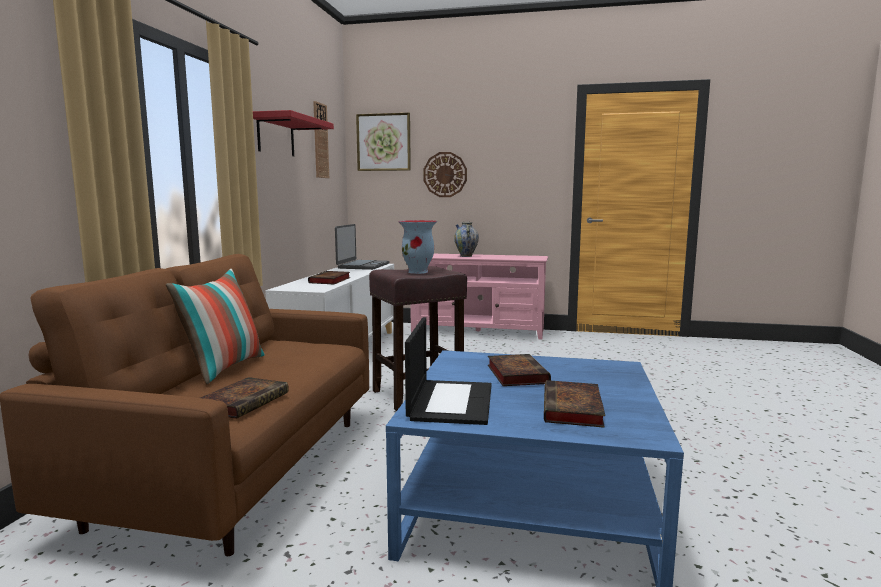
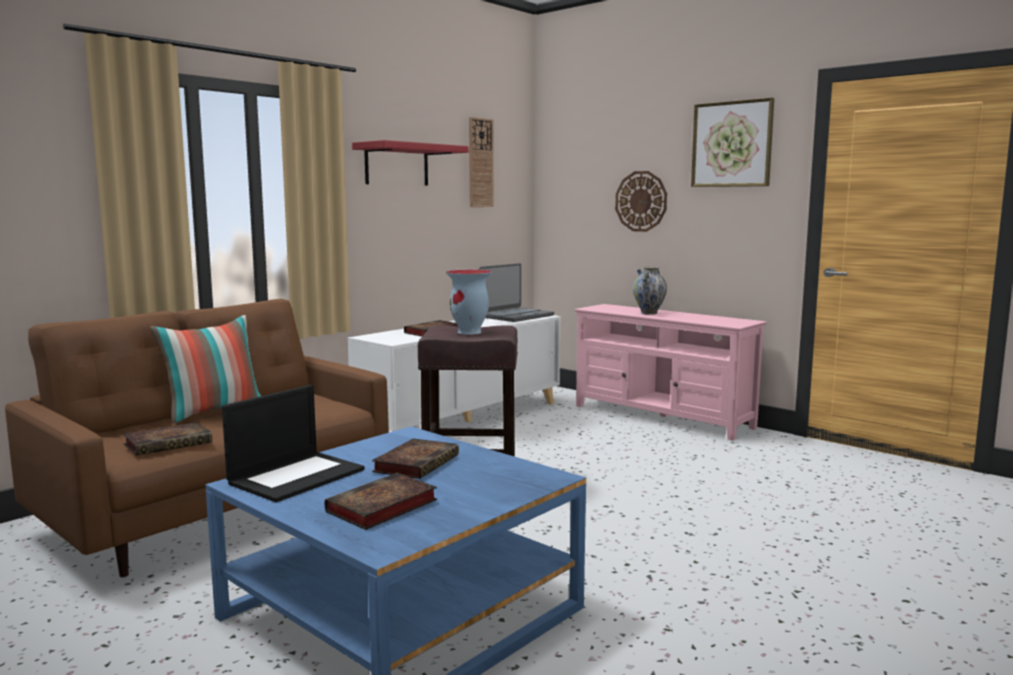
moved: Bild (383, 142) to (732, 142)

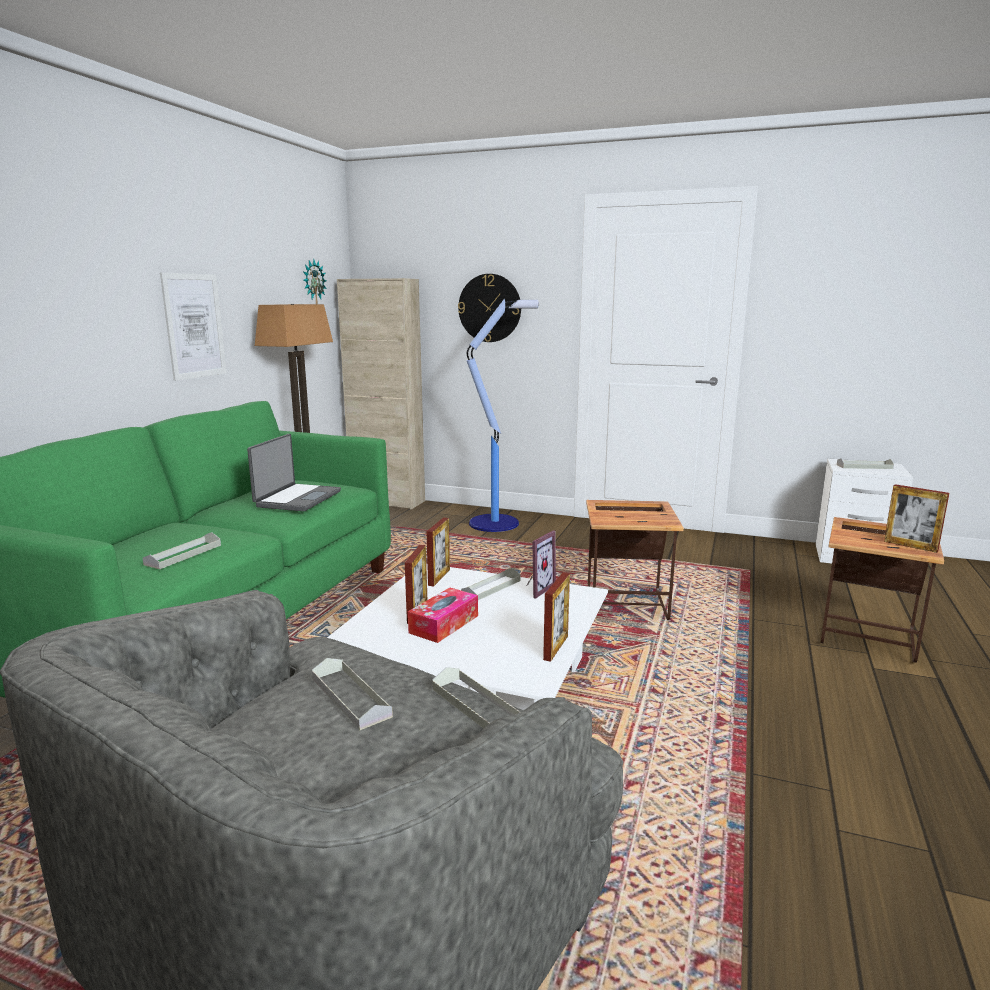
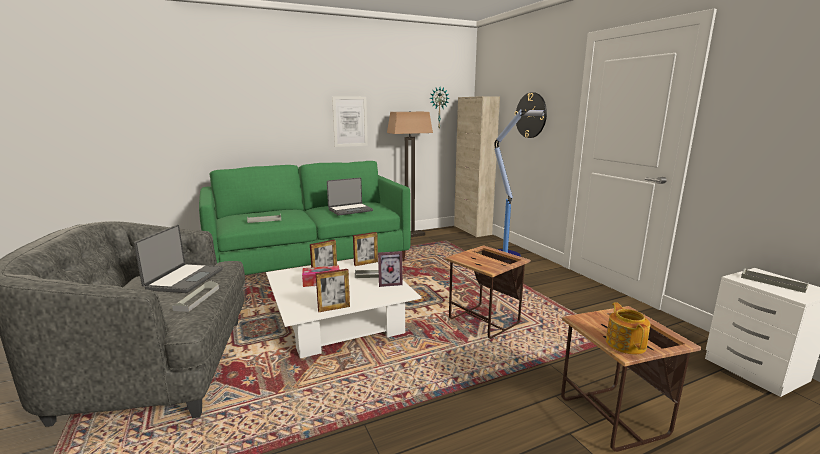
replaced: Tablett [grau] (352, 694) to Laptop (178, 259); Bilderrahmen (916, 518) to Teekanne (628, 328)

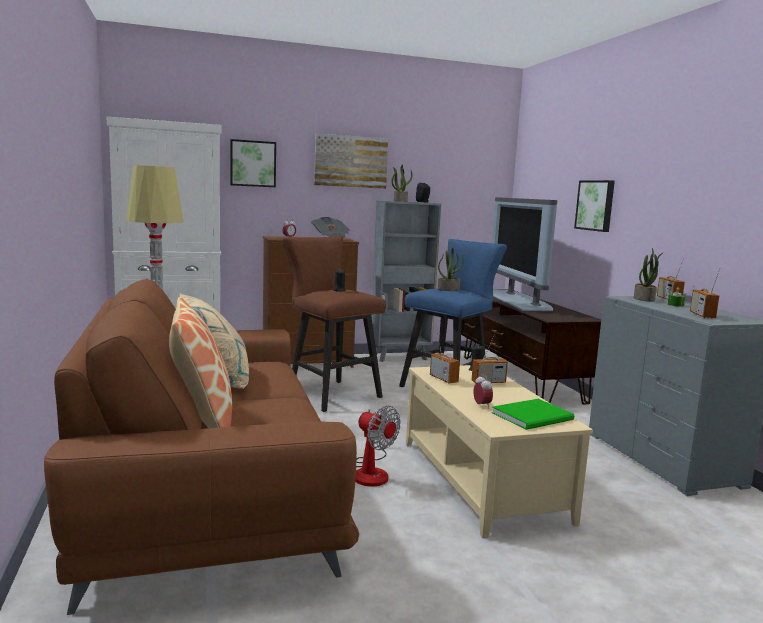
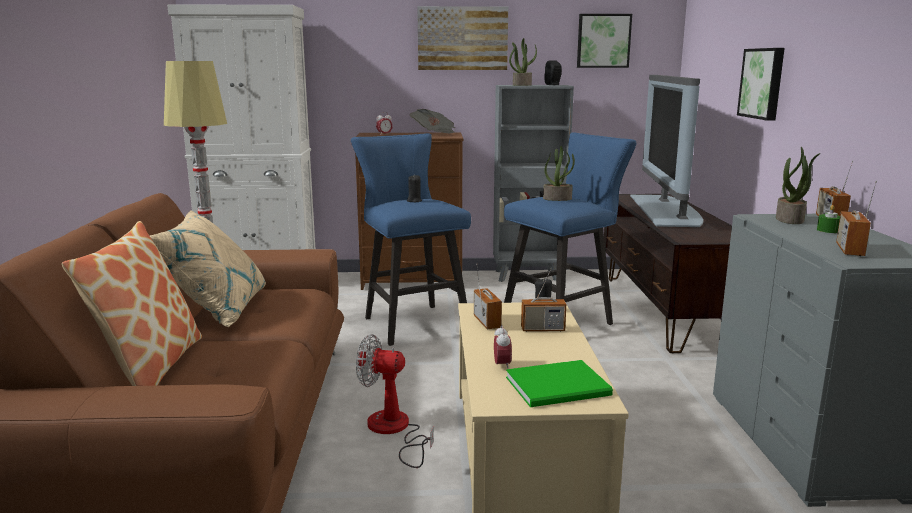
moved: Bild (253, 163) to (604, 41)
recoloured: Hocker [braun] (334, 324) to Hocker [blau] (411, 239)
turned: Ventilator (378, 446) = (395, 401) 135 degrees clockwise

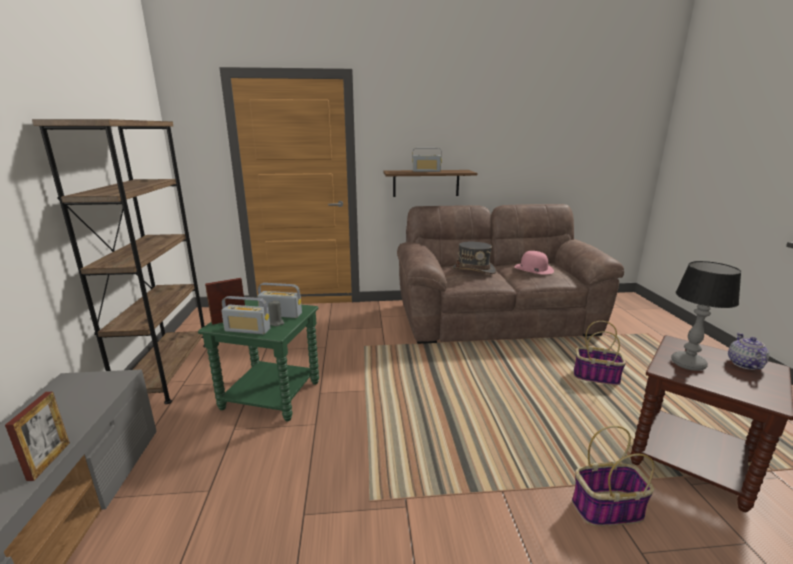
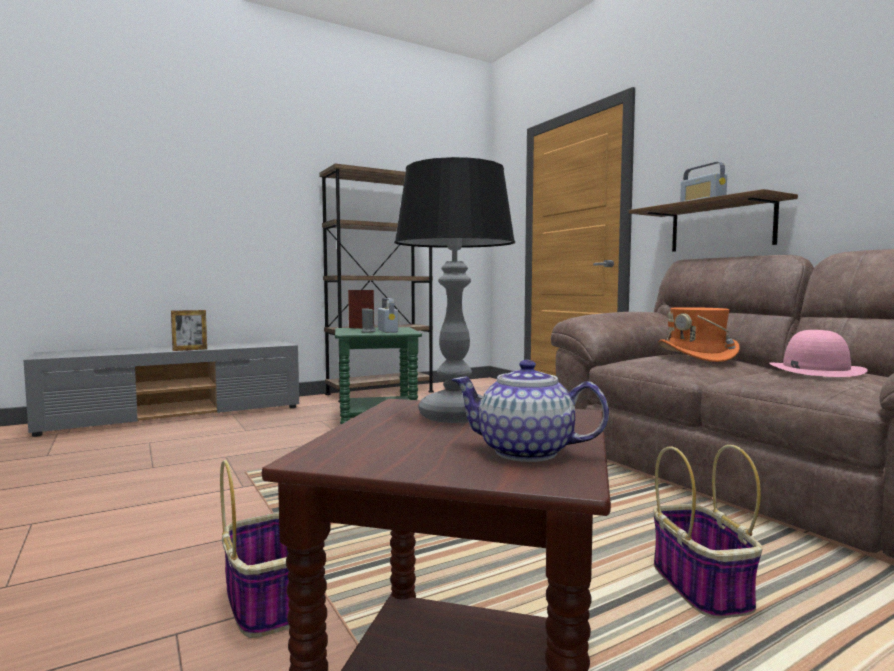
removed: Radio (246, 315)
recoloured: Hut [grau] (474, 258) to Hut [orange] (699, 334)
turned: Teekanne (749, 351) = (530, 411) 150 degrees counterclockwise

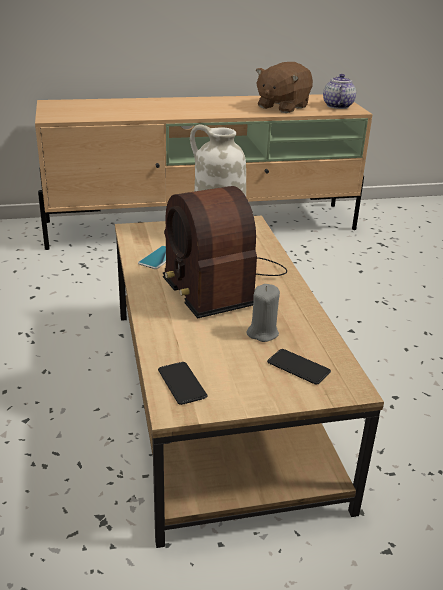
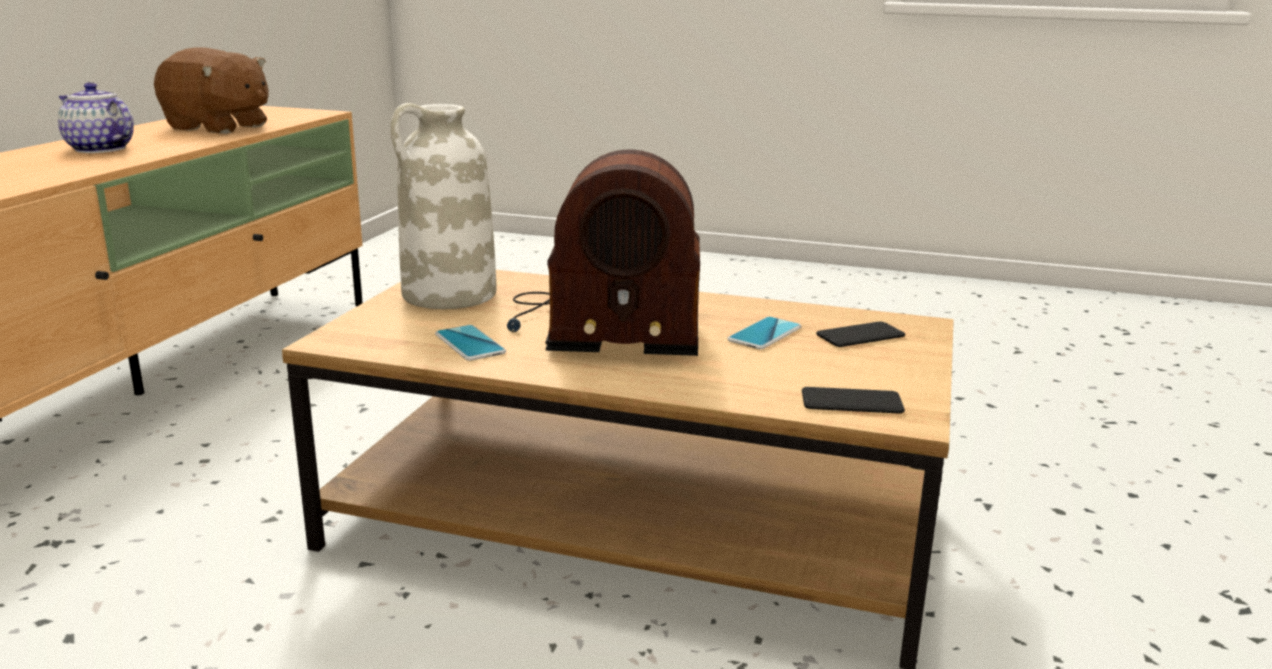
moved: Teekanne (339, 91) to (96, 117)
replaced: Kerze [grau] (263, 313) to Handy (764, 333)
turned: Plüschtier [braun] (284, 87) = (211, 90) 45 degrees counterclockwise

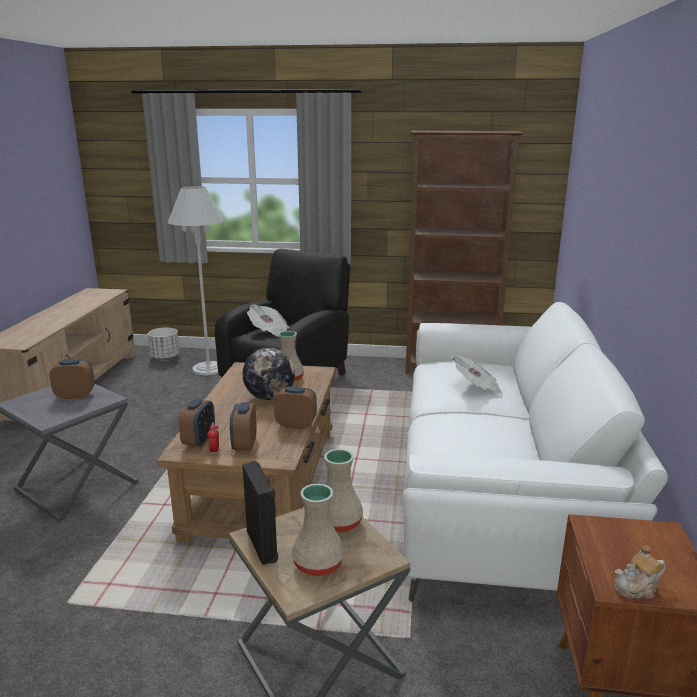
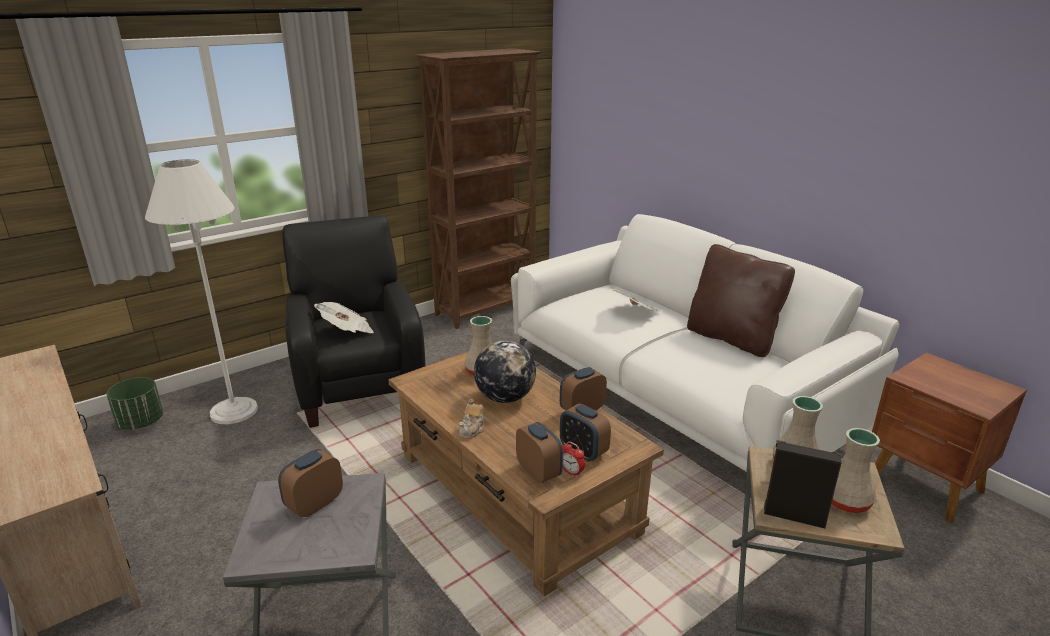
added: Kissen [braun] (741, 300)
moved: Teekanne (640, 572) to (471, 419)
recoloured: Pflanzkübel [weiß] (164, 344) to Pflanzkübel [grün] (134, 403)

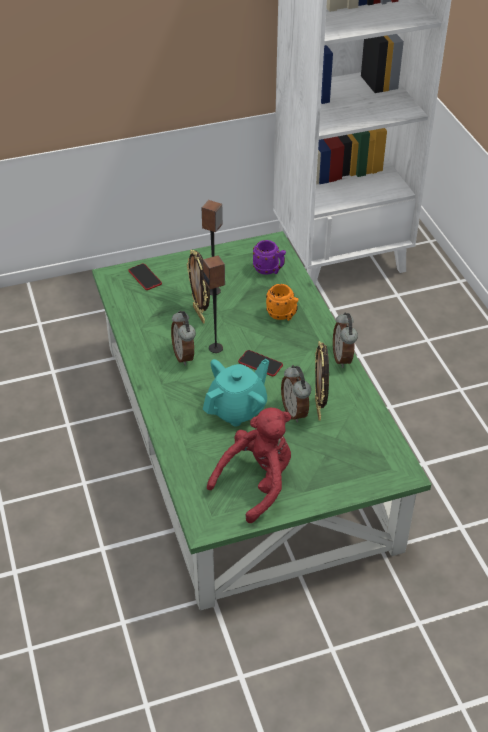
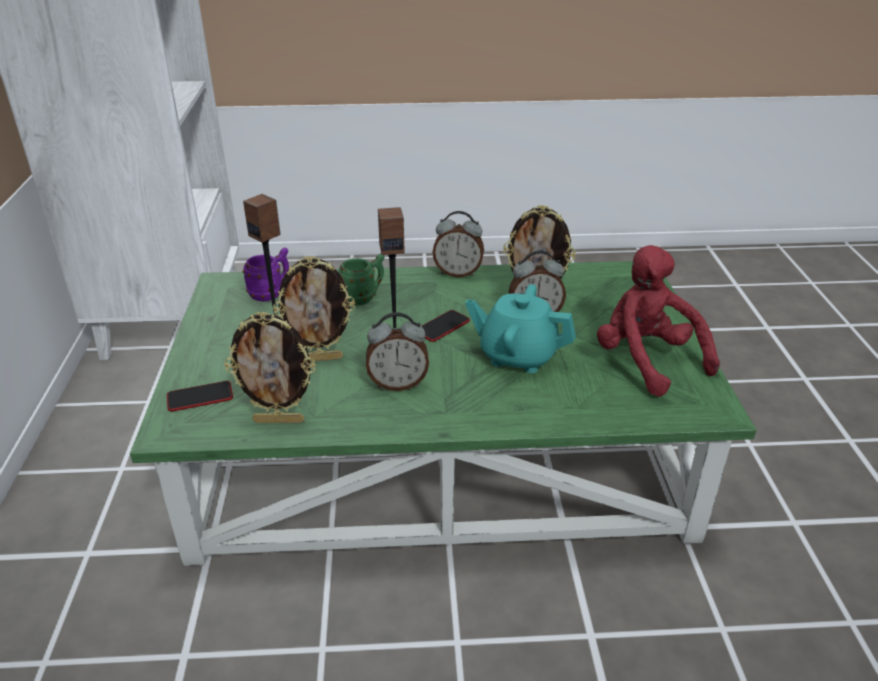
added: Bilderrahmen (270, 367)
recoloured: Henkelbecher [orange] (282, 302) to Henkelbecher [grün] (361, 280)
turned: Teekanne [türkis] (236, 393) = (520, 328) 45 degrees counterclockwise

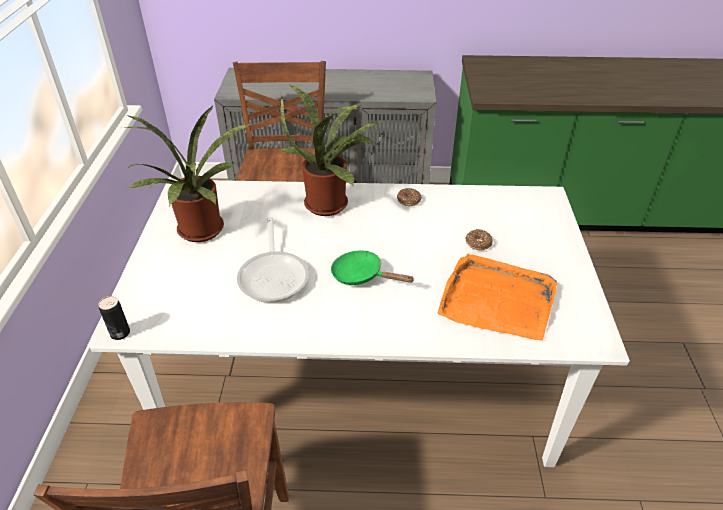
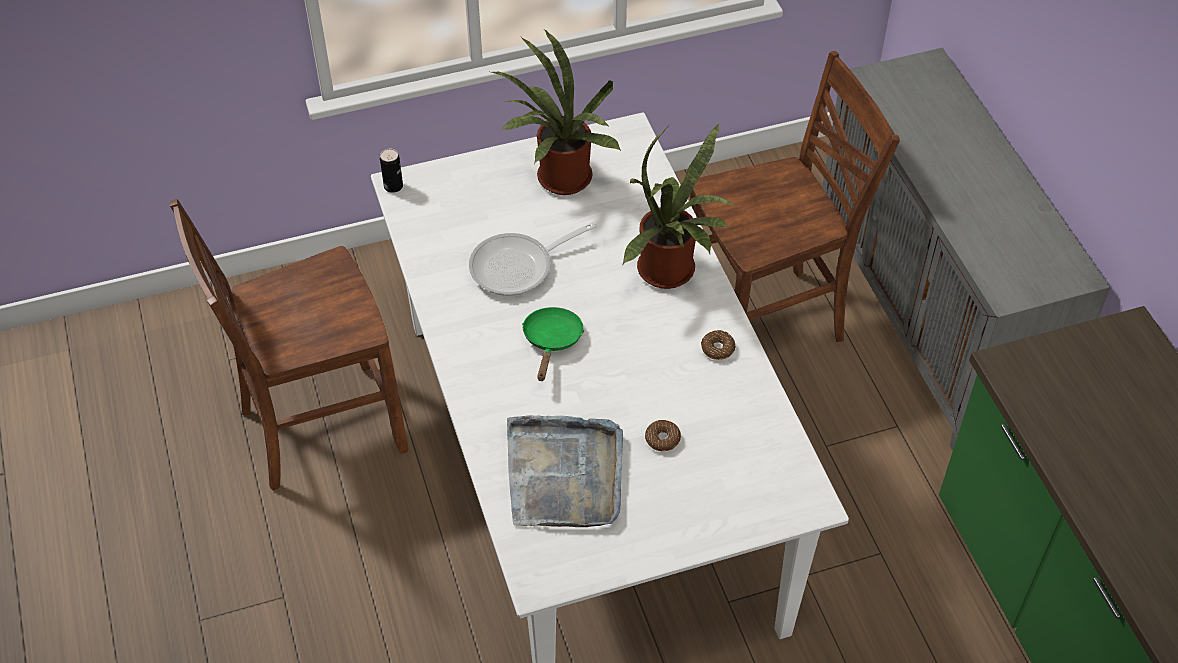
recoloured: Tablett [orange] (497, 297) to Tablett [grau] (565, 471)

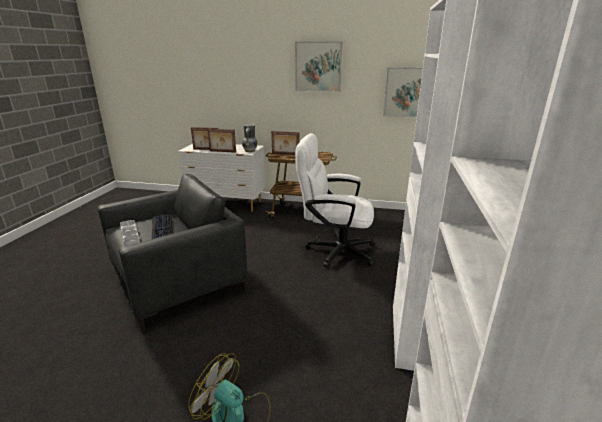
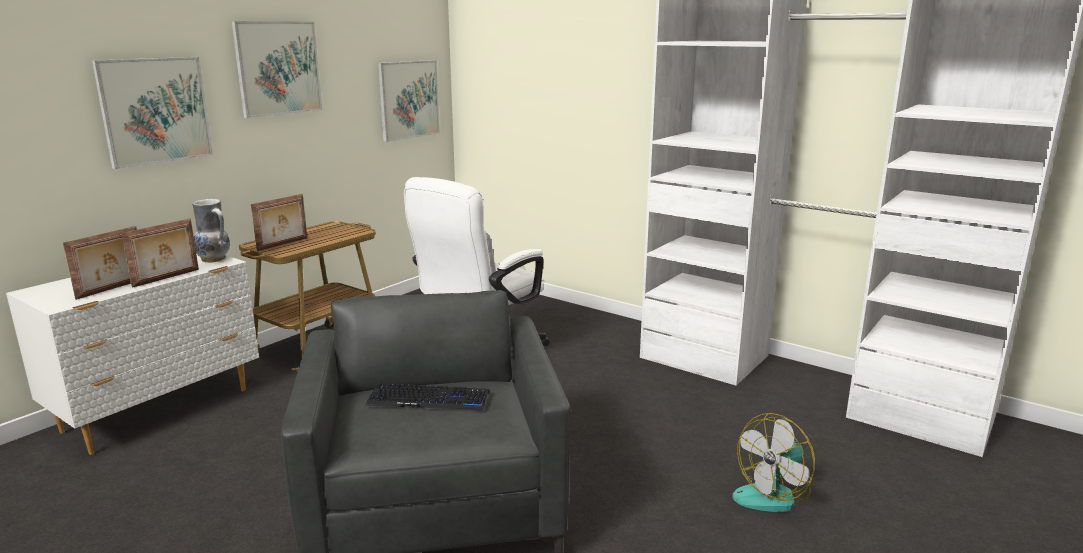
removed: Tablett [grau] (130, 233)
added: Bild (152, 113)

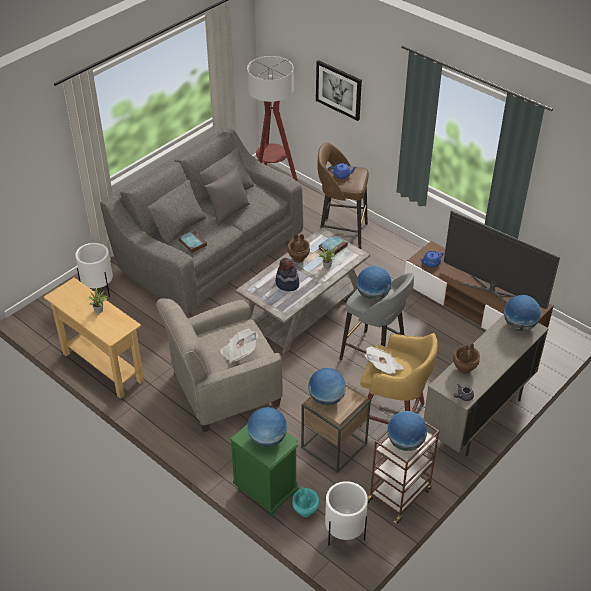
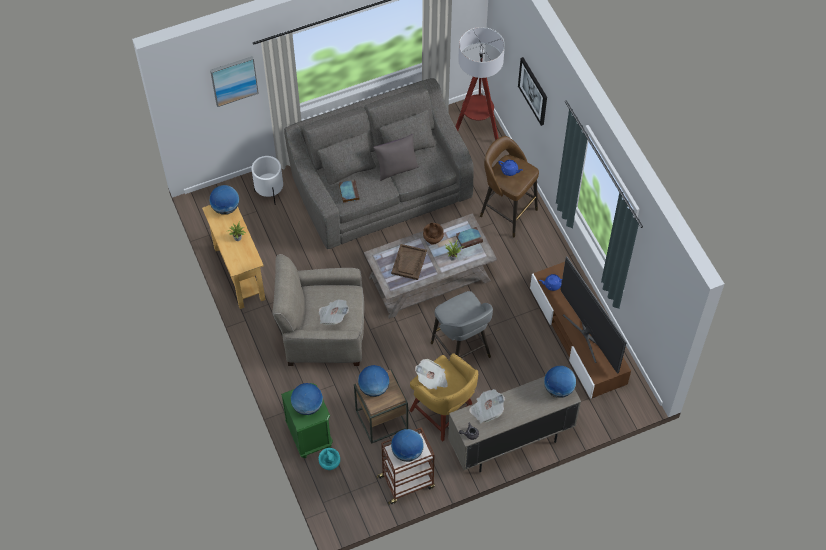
removed: Pflanzkübel [weiß] (346, 513)
added: Bild (234, 81)
moved: Globus (374, 283) to (224, 200)
replaced: Hut (287, 274) to Tablett [braun] (409, 262); Vase [braun] (466, 358) to Zeitung (487, 406)

